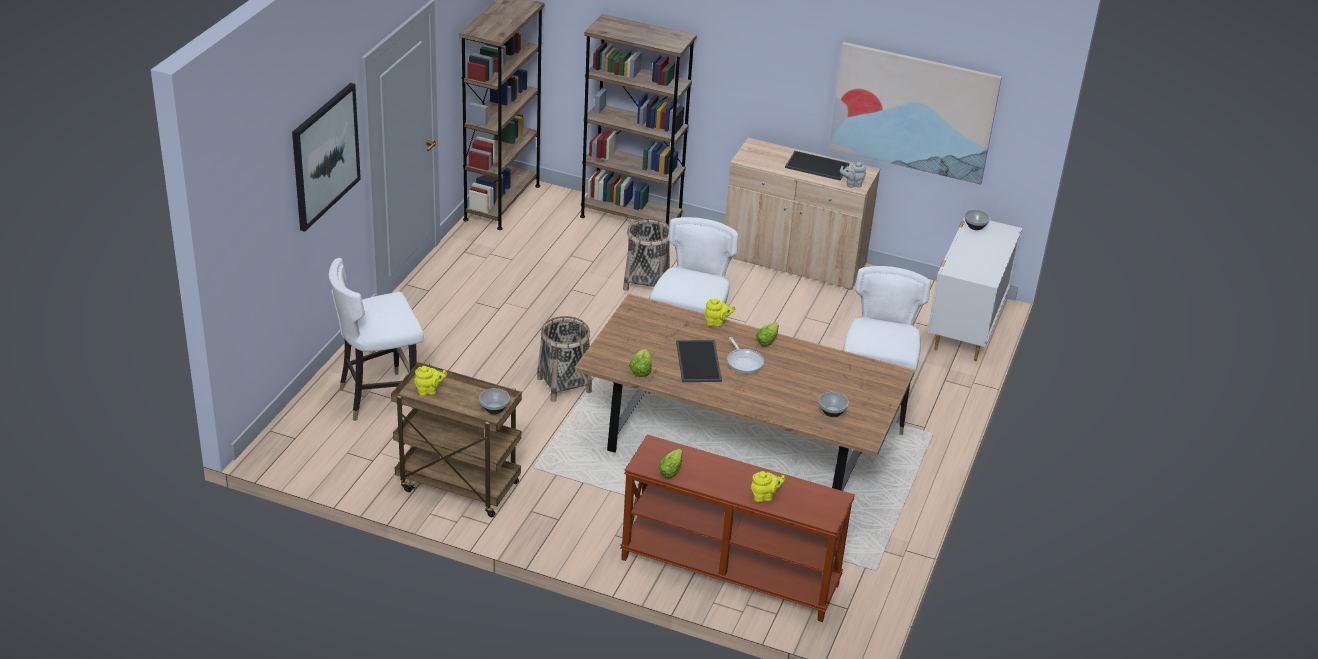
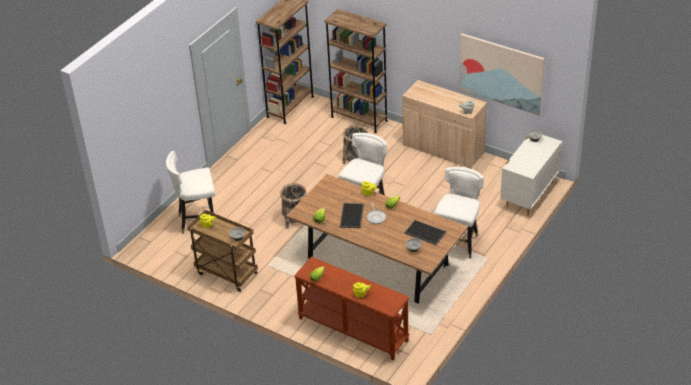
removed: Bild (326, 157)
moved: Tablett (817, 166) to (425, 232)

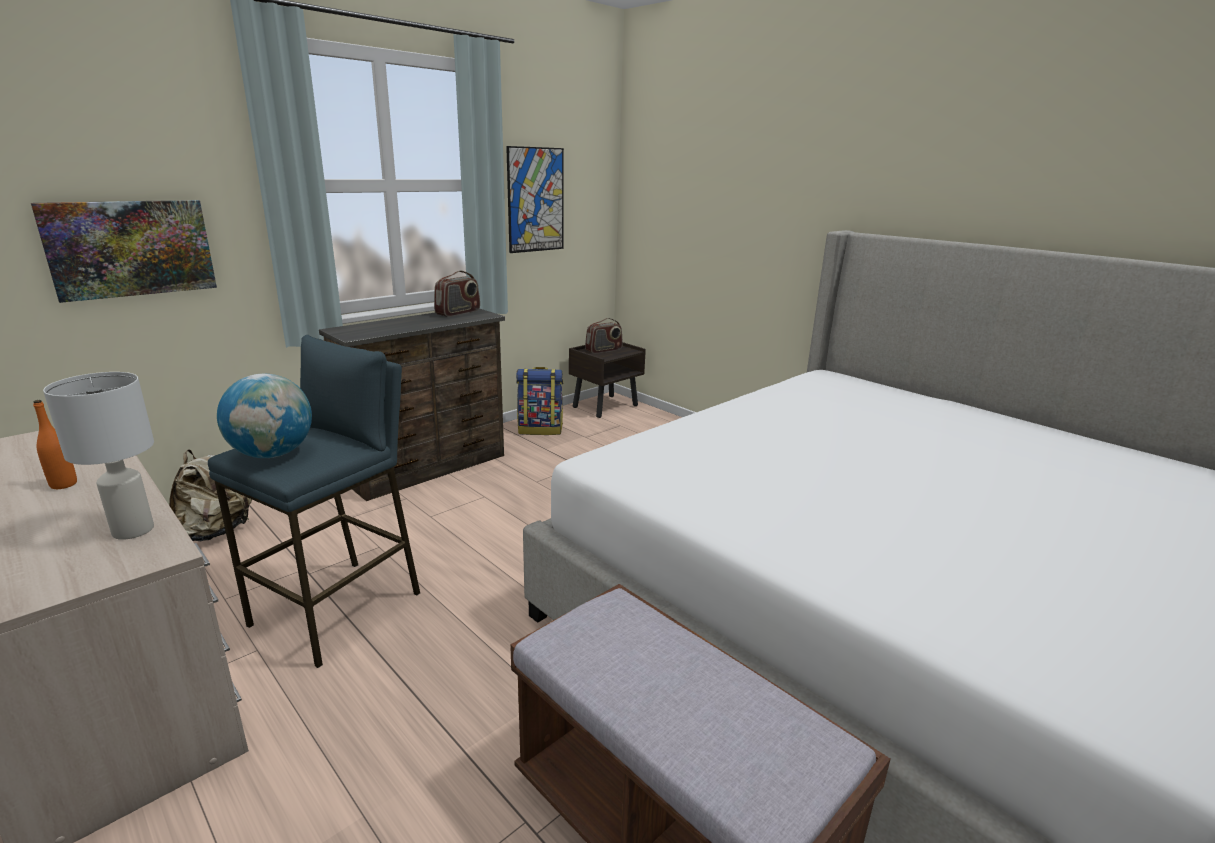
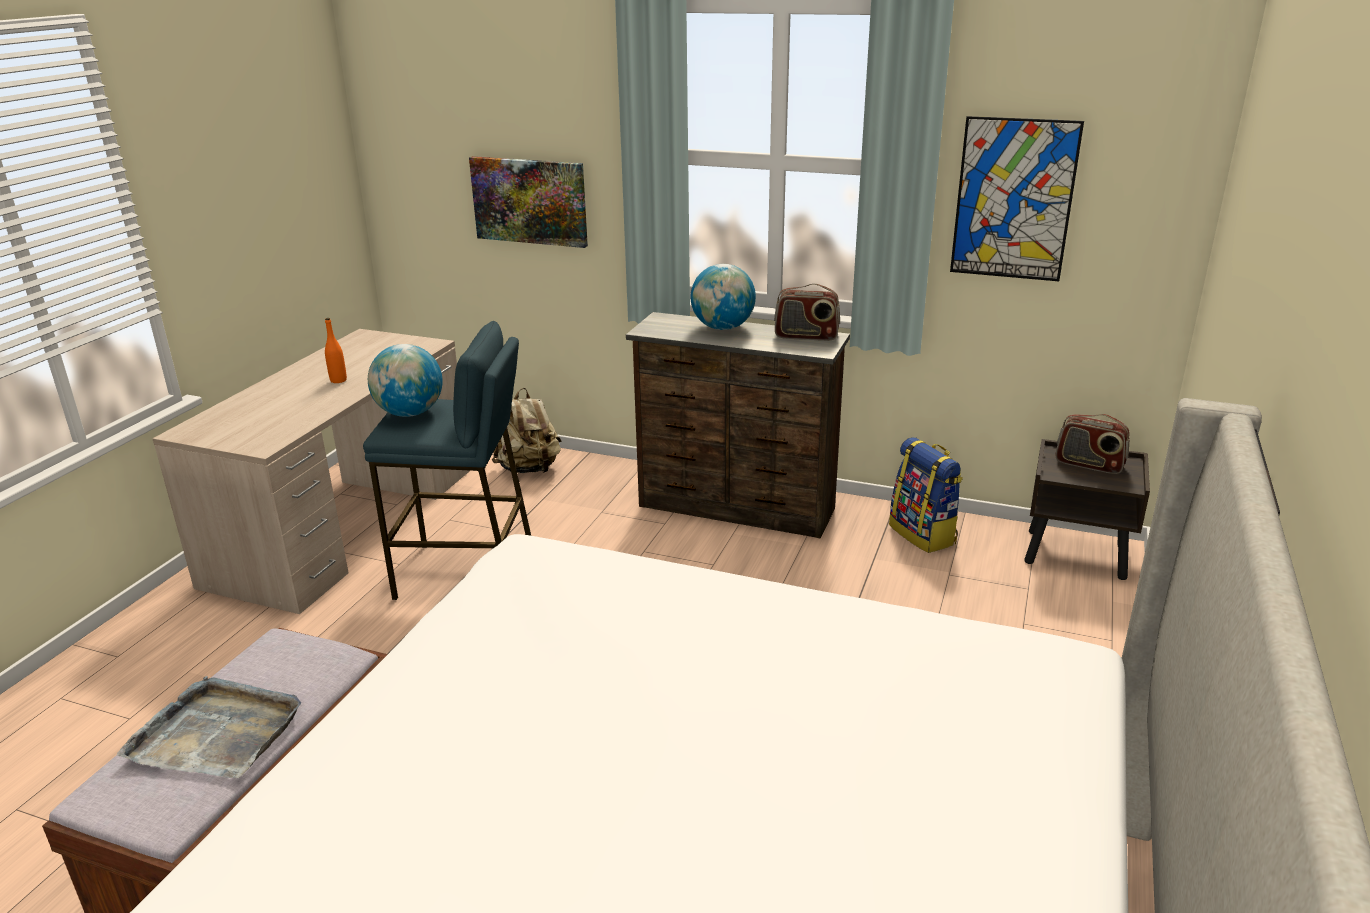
removed: Tischlampe [weiß] (98, 456)
added: Tablett [grau] (209, 727); Globus (723, 297)

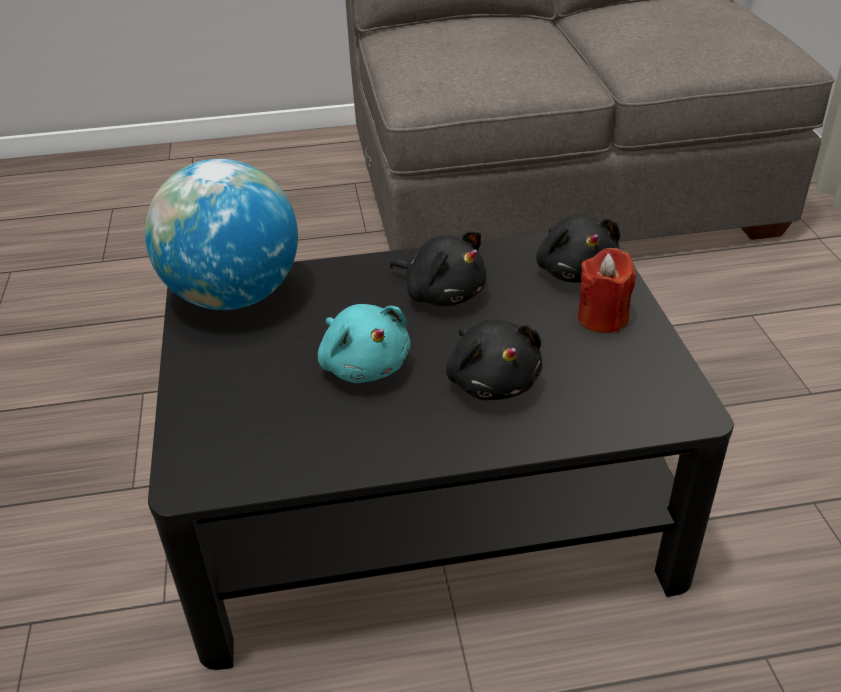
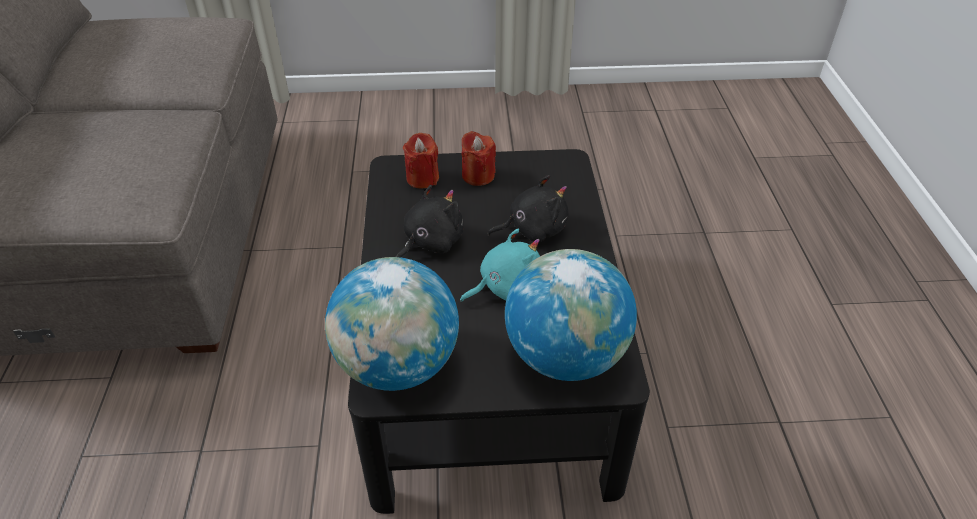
added: Globus (571, 315)
replaced: Plüschtier [schwarz] (578, 248) to Kerze [rot] (421, 160)

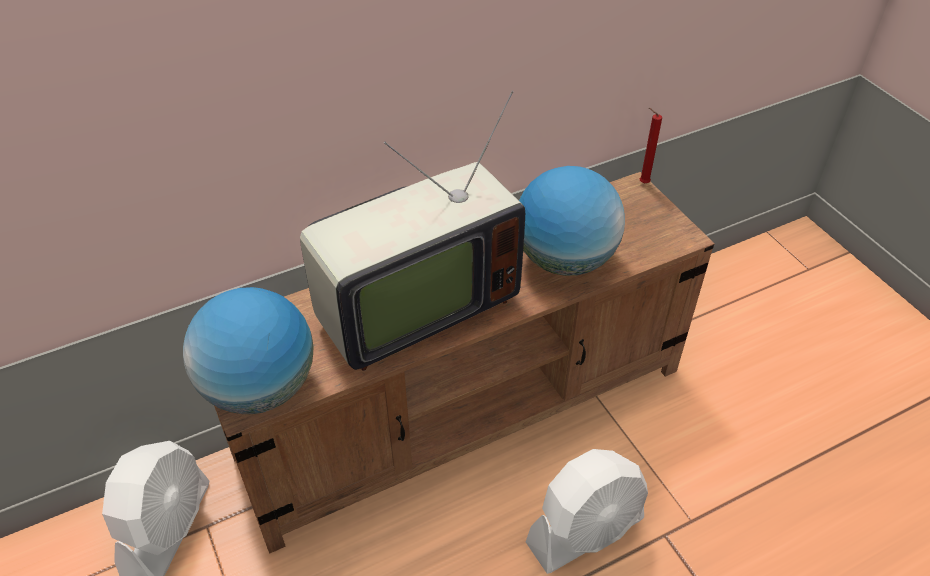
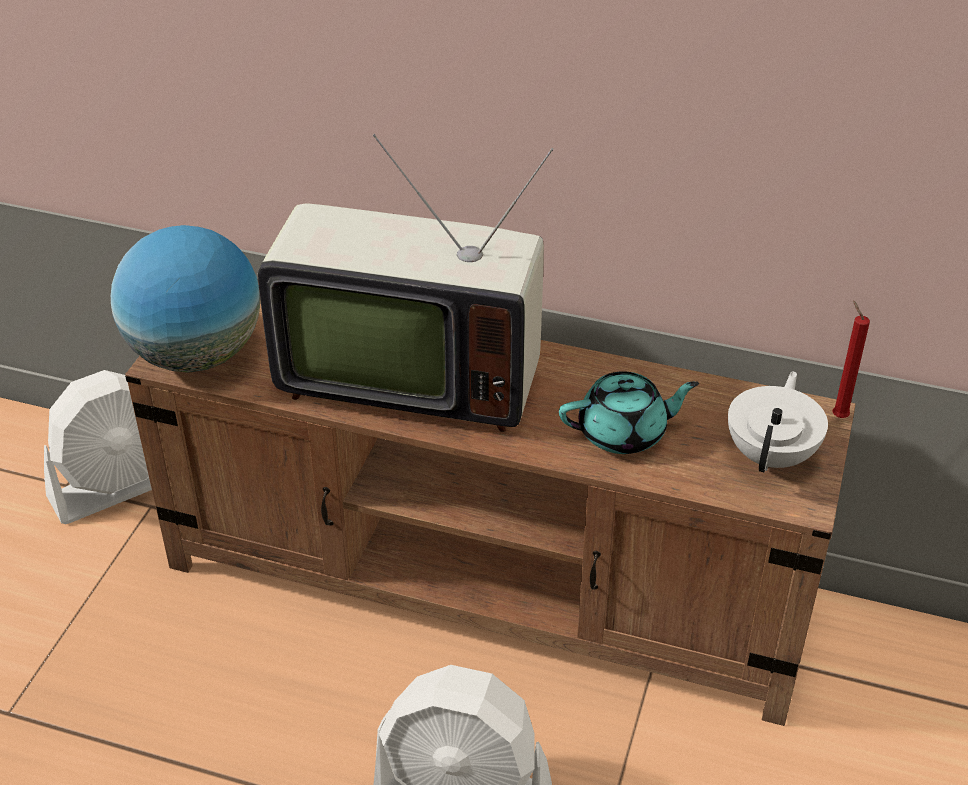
added: Teekanne [weiß] (778, 421)
replaced: Globus (572, 221) to Teekanne [türkis] (629, 412)

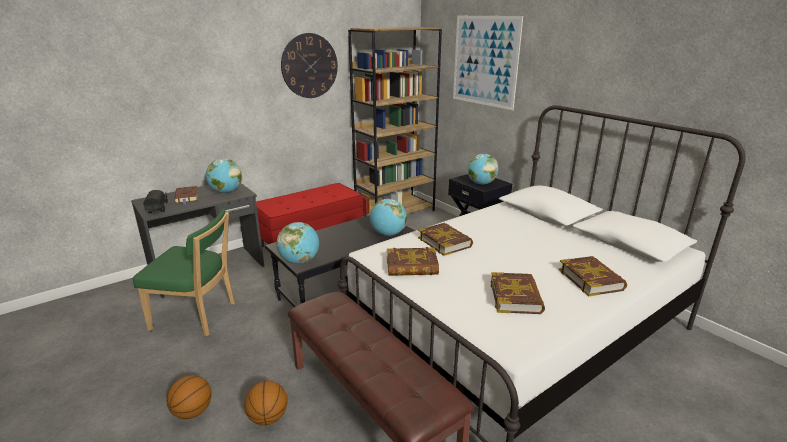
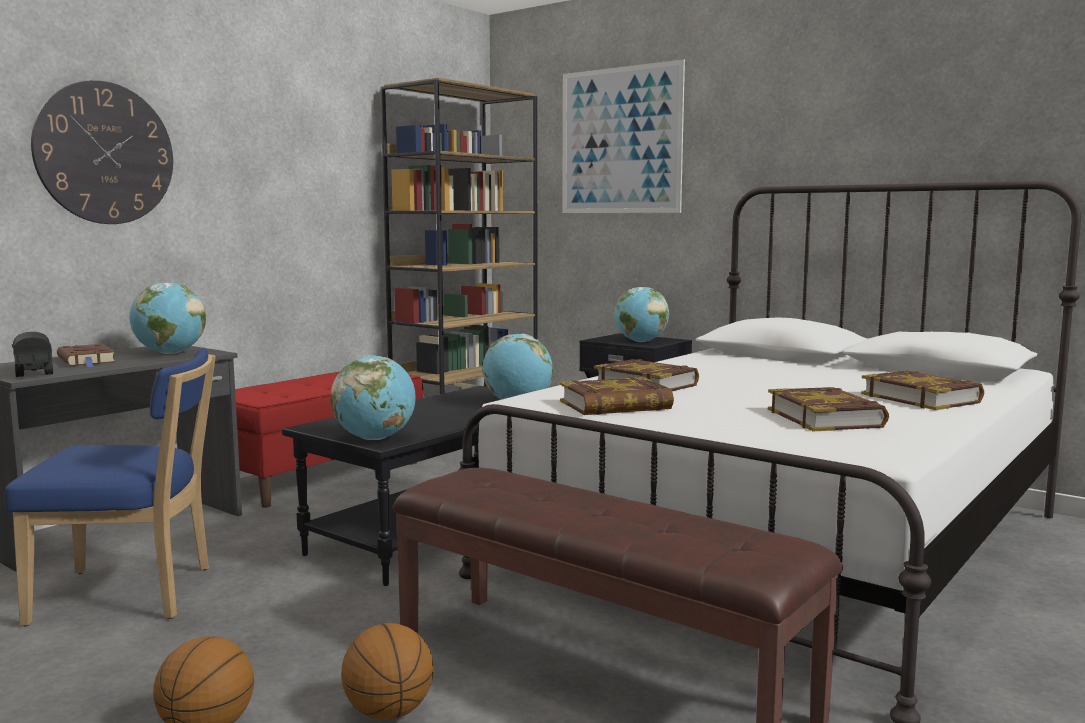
moved: Wanduhr (309, 65) to (102, 152)
recoloured: Stuhl [grün] (184, 272) to Stuhl [blau] (110, 487)

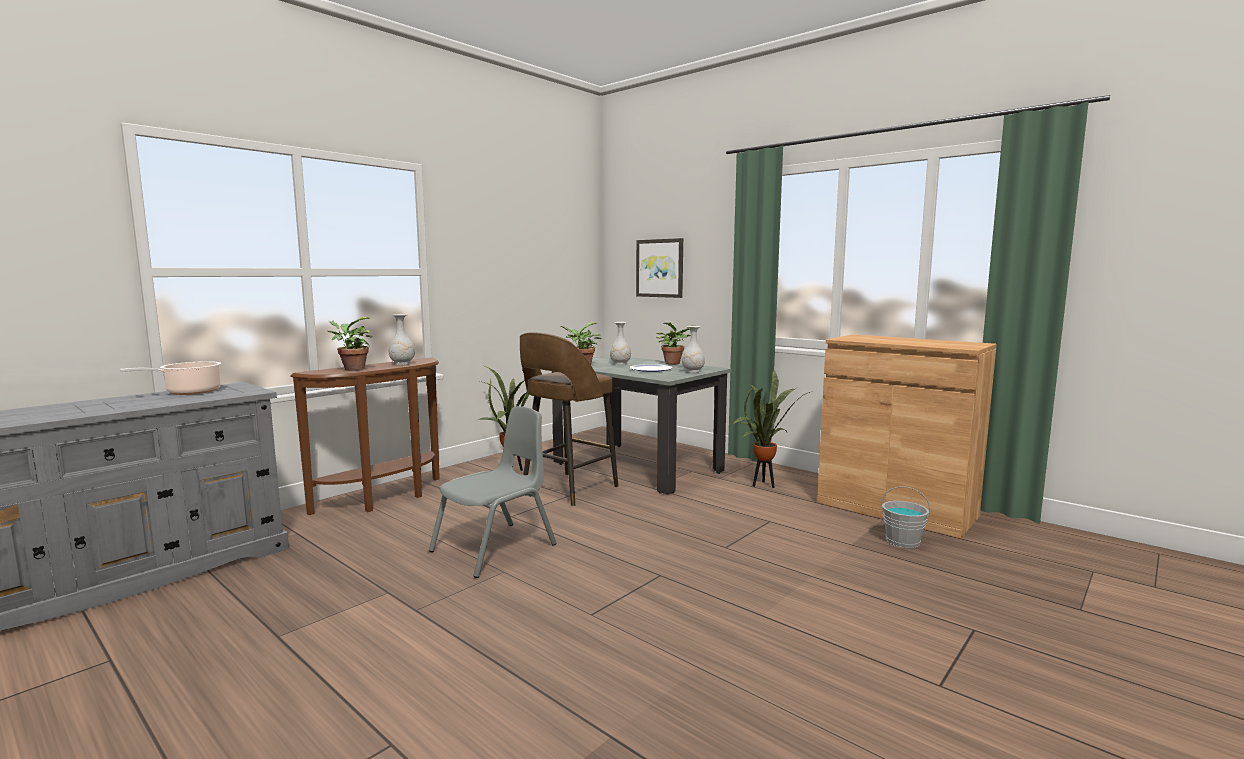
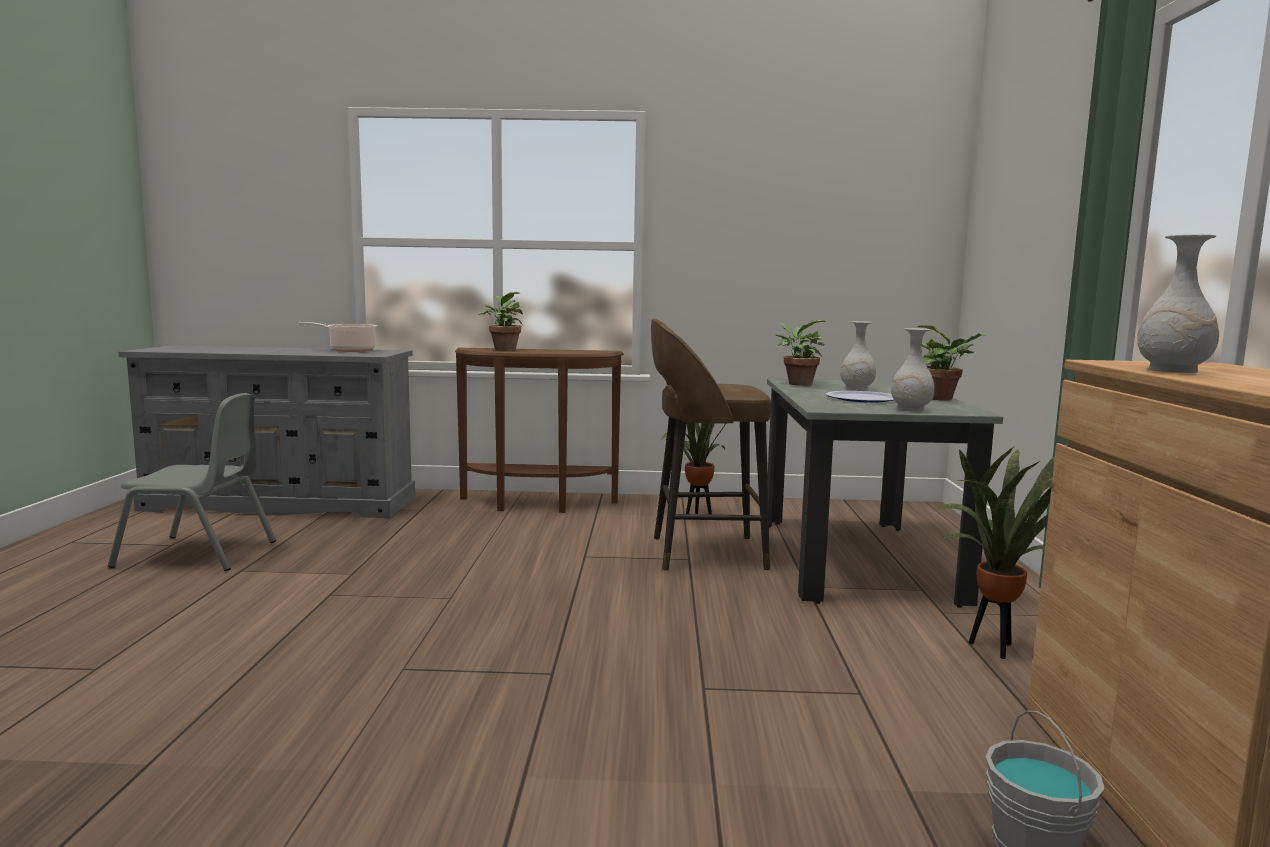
removed: Bild (659, 268)
moved: Vase [weiß] (401, 339) to (1178, 303); Stuhl [grau] (493, 492) to (192, 482)

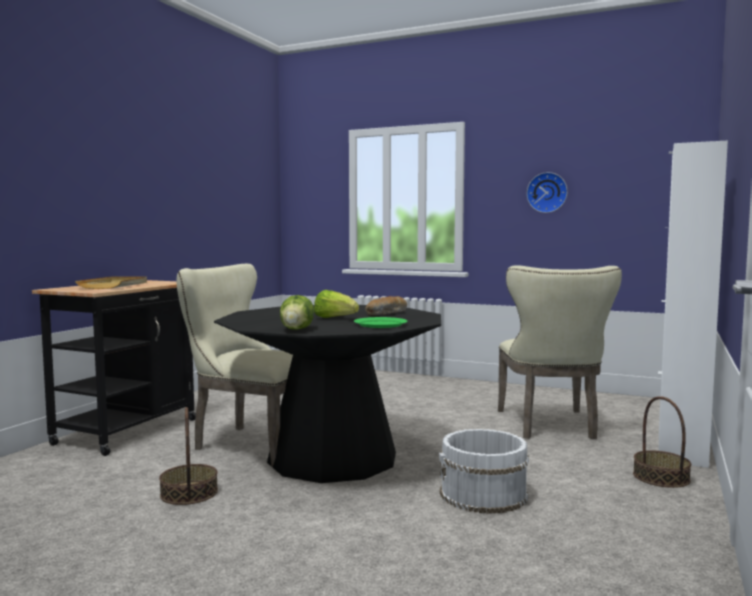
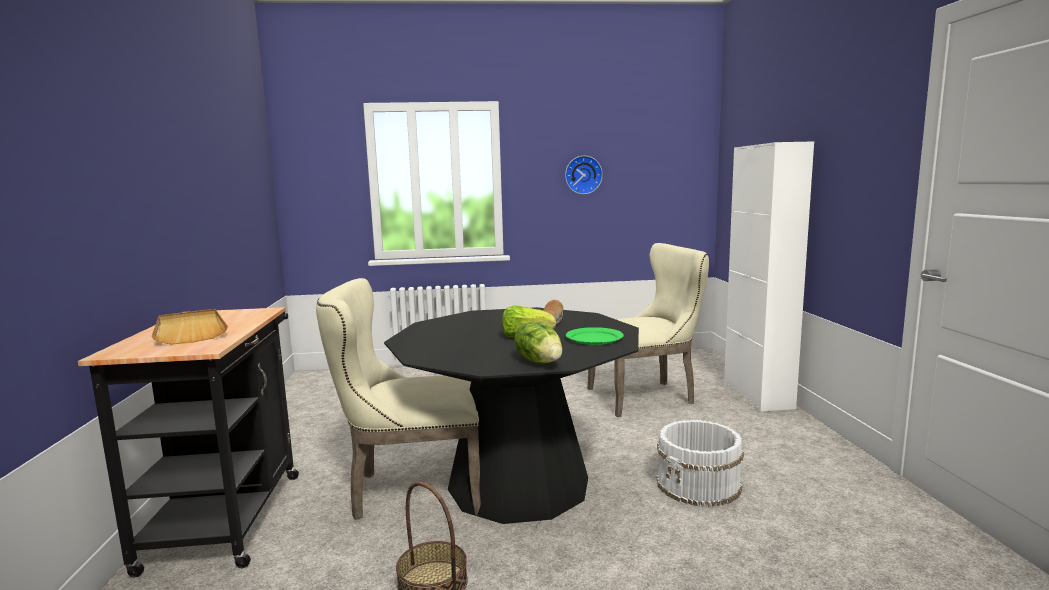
removed: Korb (662, 442)
turned: Stuhl [beige] (560, 352) = (648, 330) 75 degrees counterclockwise

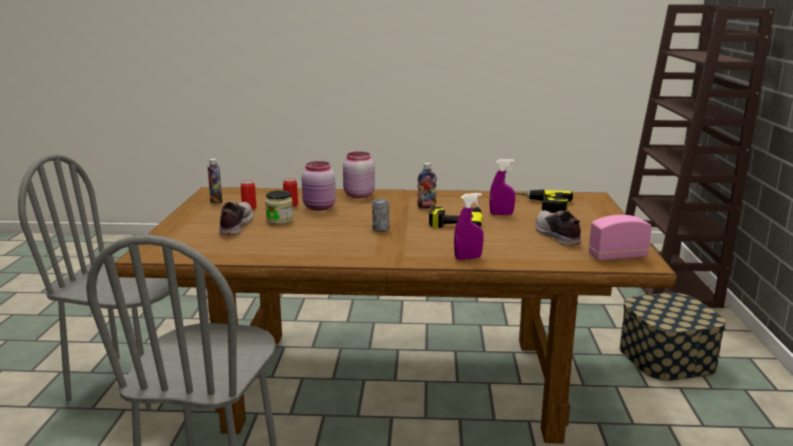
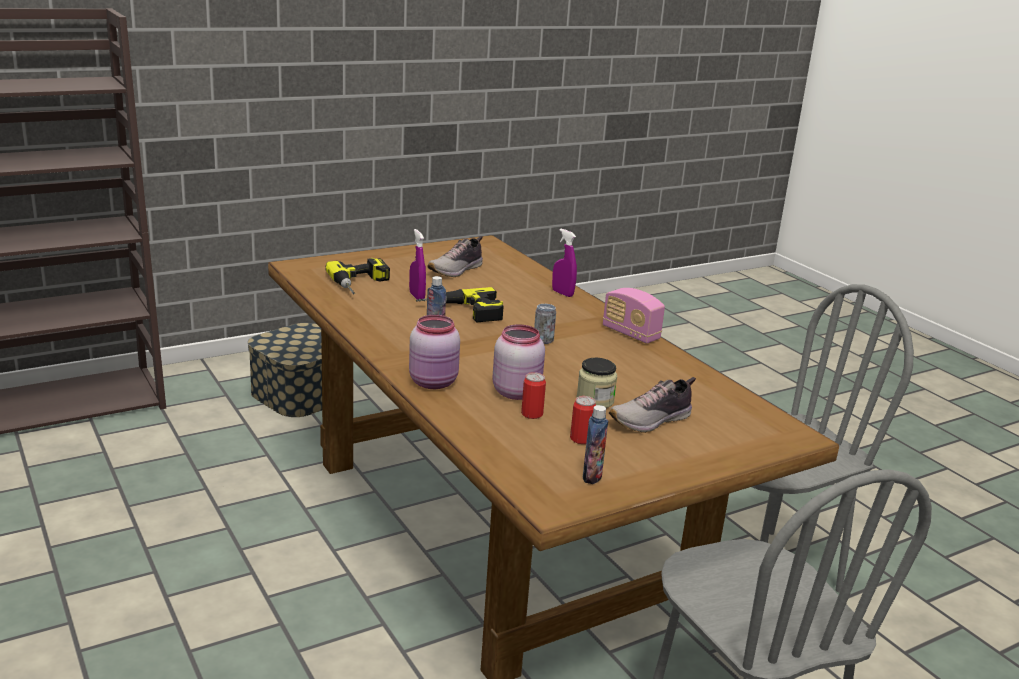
moved: Radio (620, 237) to (634, 316)

